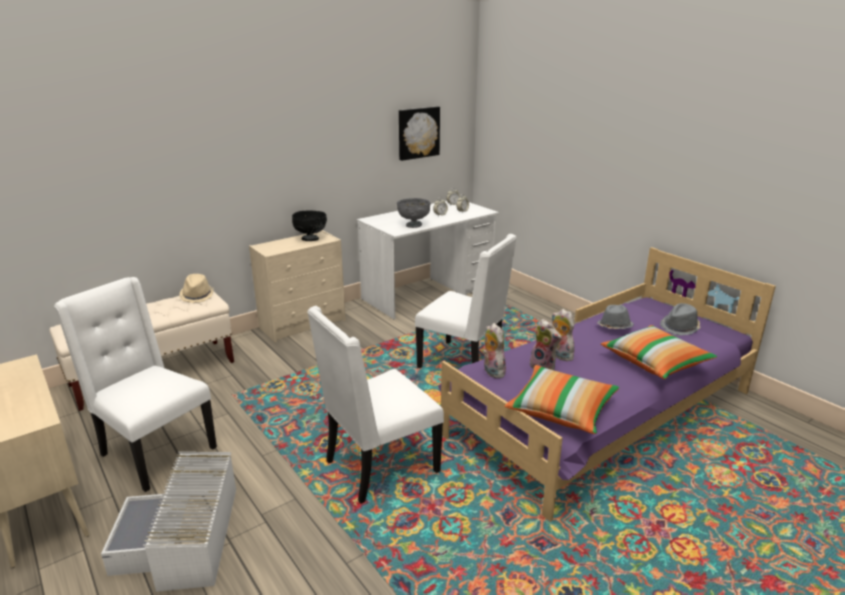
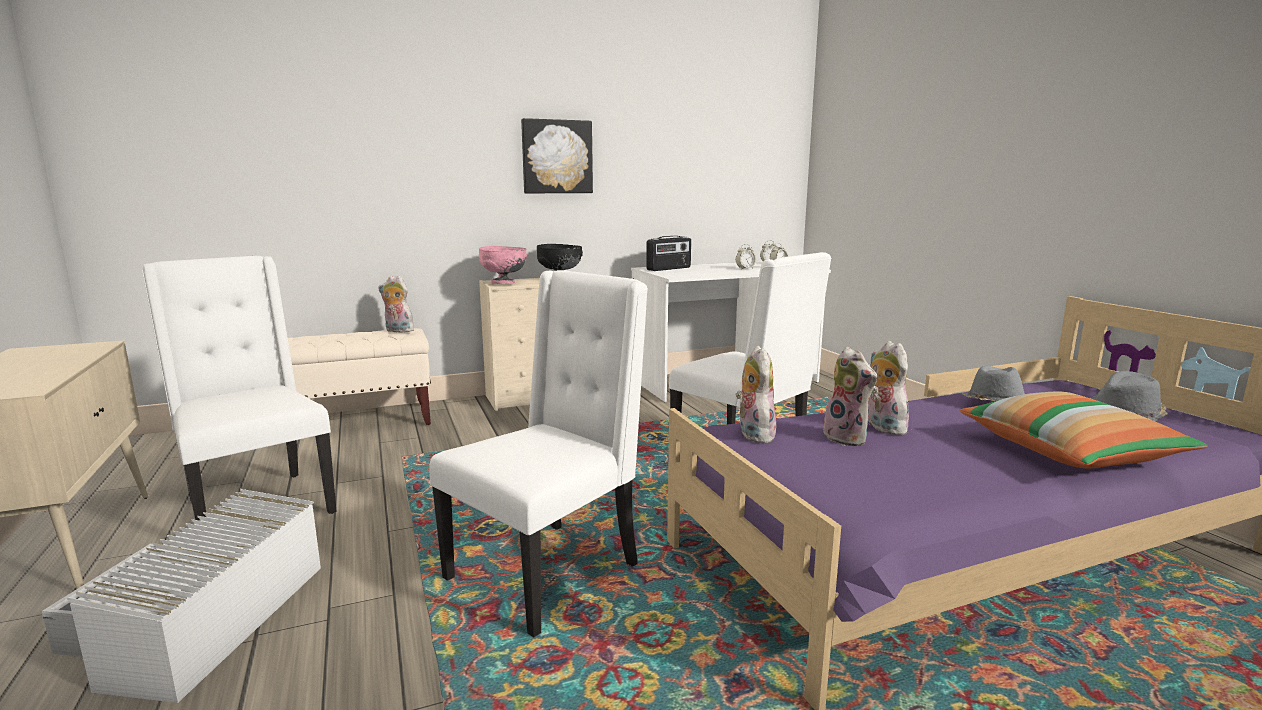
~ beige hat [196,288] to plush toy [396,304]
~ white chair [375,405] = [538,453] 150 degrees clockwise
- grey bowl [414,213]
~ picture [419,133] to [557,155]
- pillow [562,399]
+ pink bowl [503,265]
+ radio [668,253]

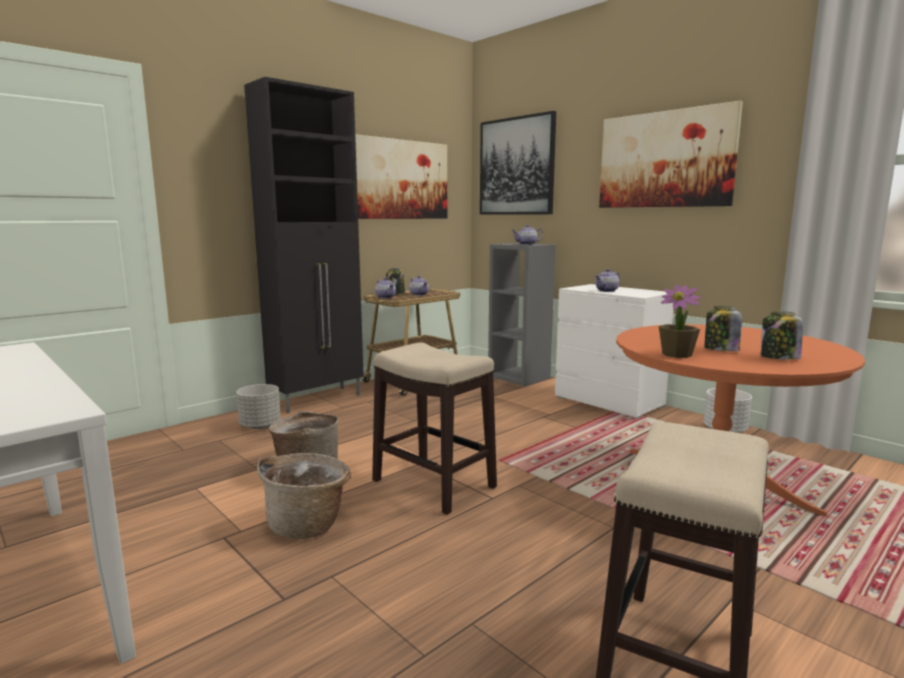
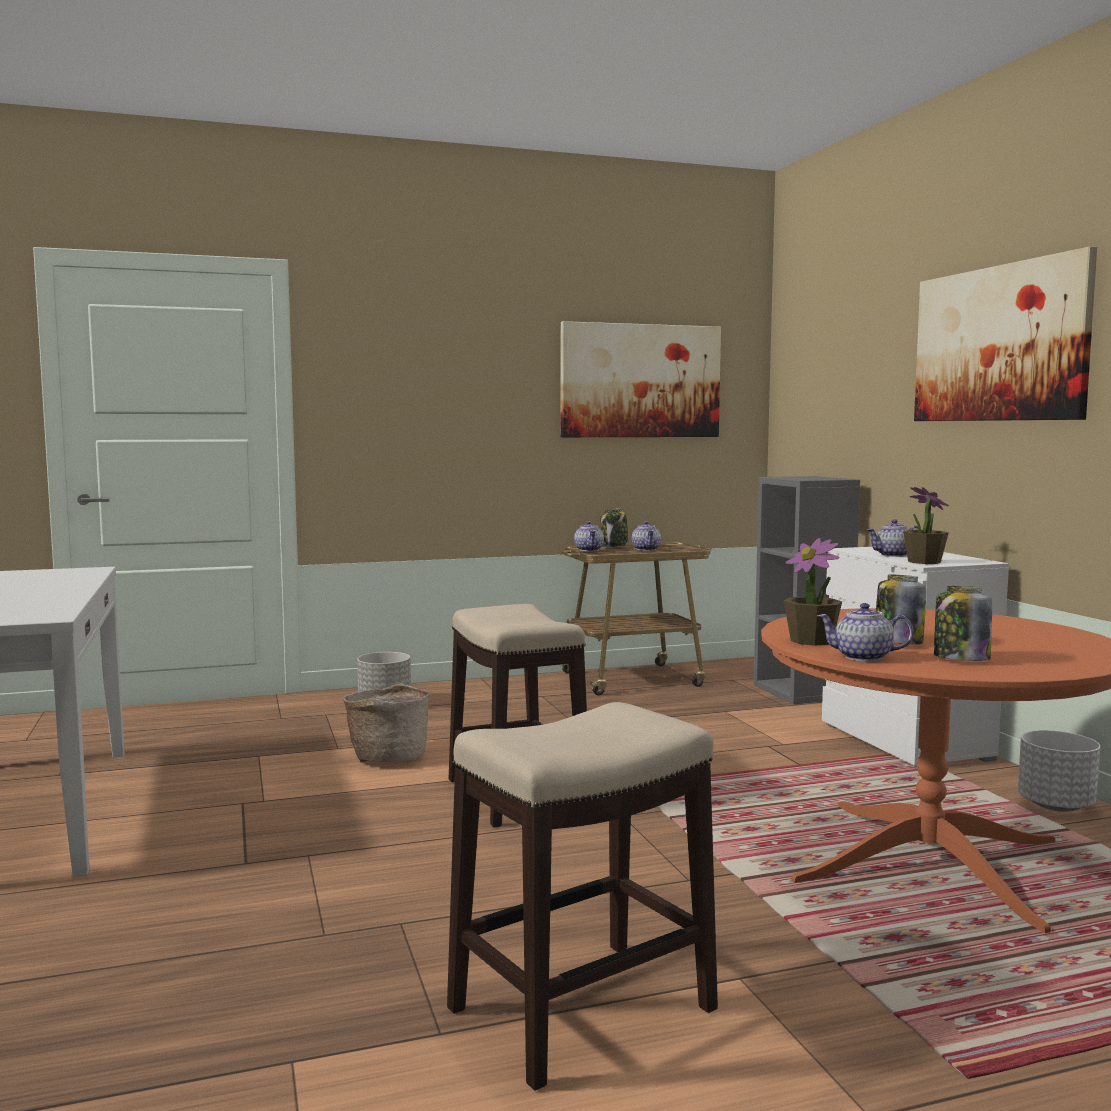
- black cabinet [304,245]
- basket [304,496]
- picture [518,163]
~ teapot [527,235] to [865,632]
+ potted plant [926,525]

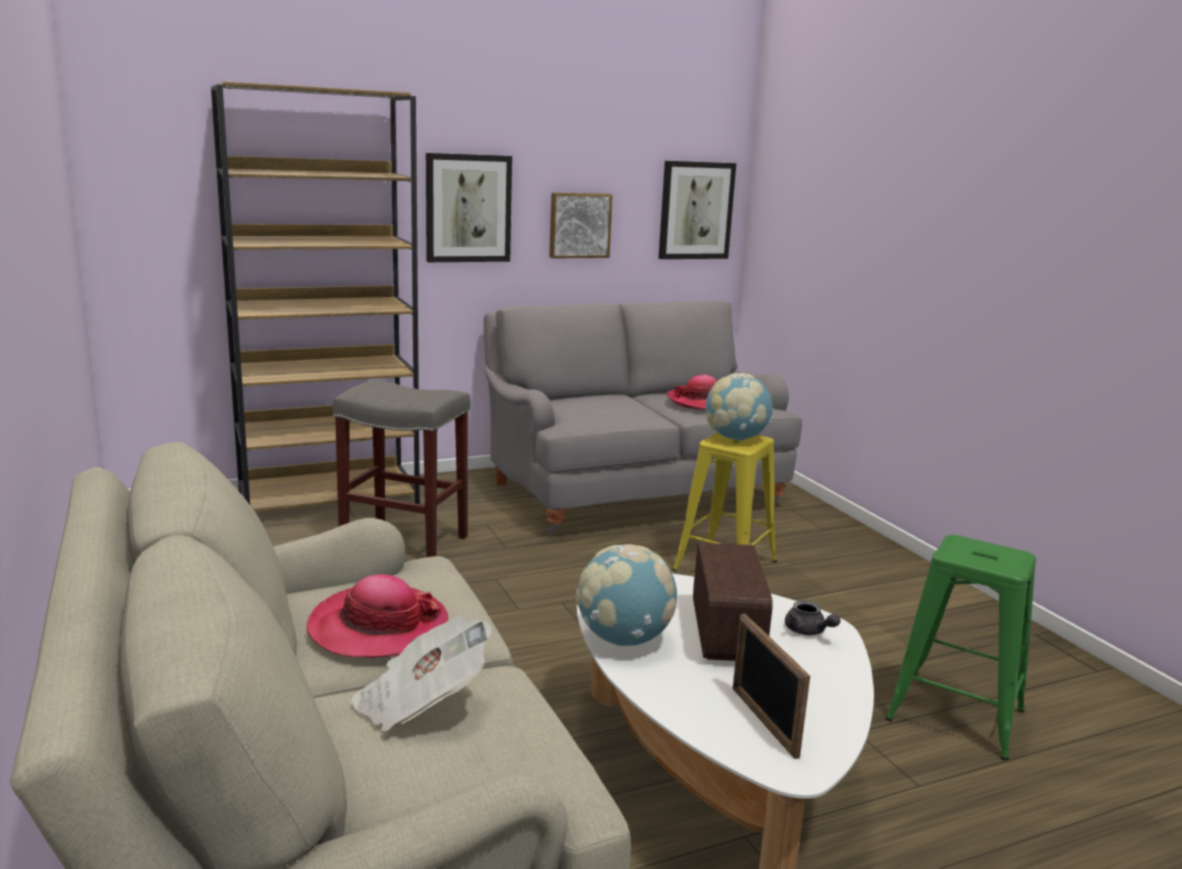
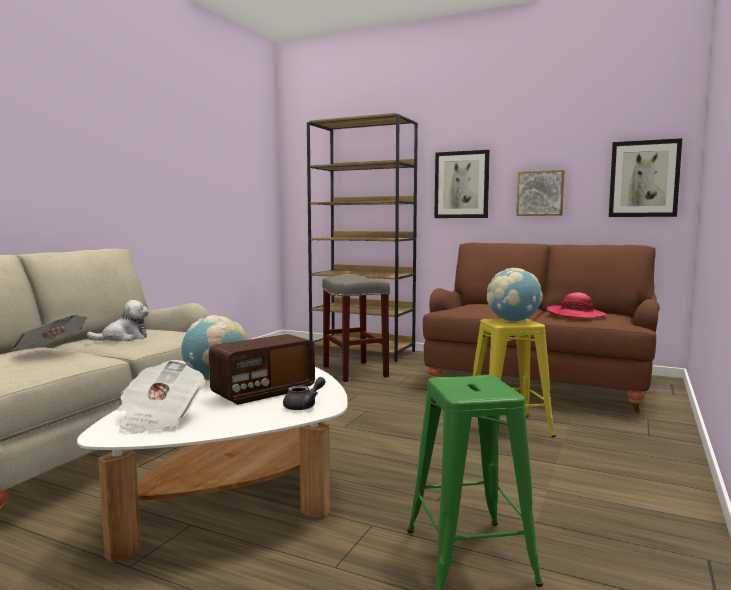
~ hat [377,616] to plush toy [117,320]
~ grey sofa [643,417] to brown sofa [541,327]
~ picture frame [771,686] to newspaper [161,397]
~ grey teapot [813,618] = [304,393] 150 degrees counterclockwise

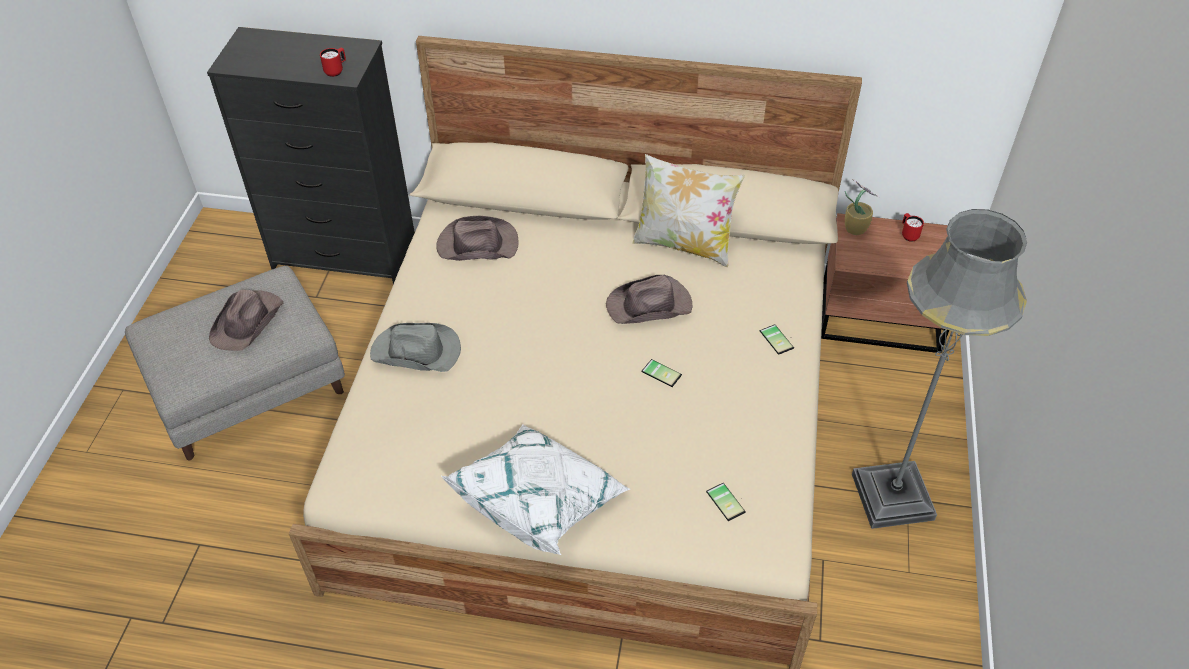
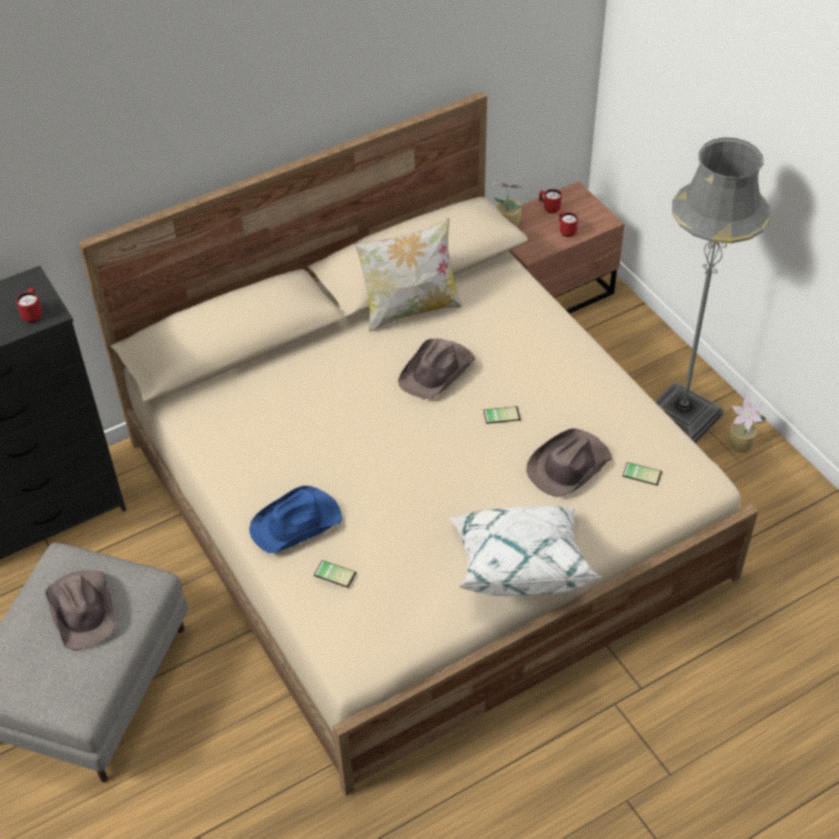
~ grey hat [415,347] to blue hat [295,519]
~ brown hat [477,238] to [569,463]
~ phone [777,340] to [335,574]
+ red mug [568,224]
+ potted plant [747,425]

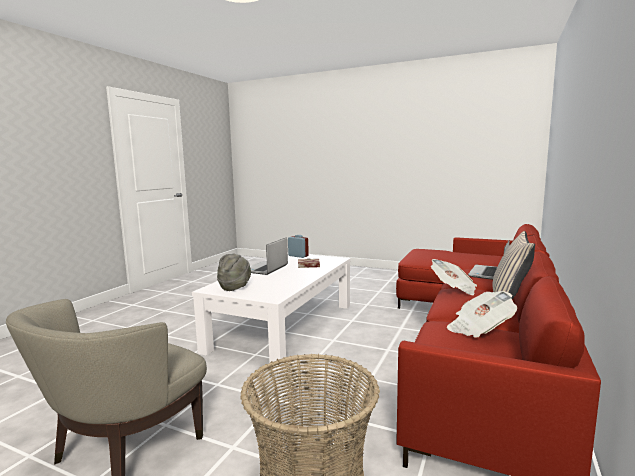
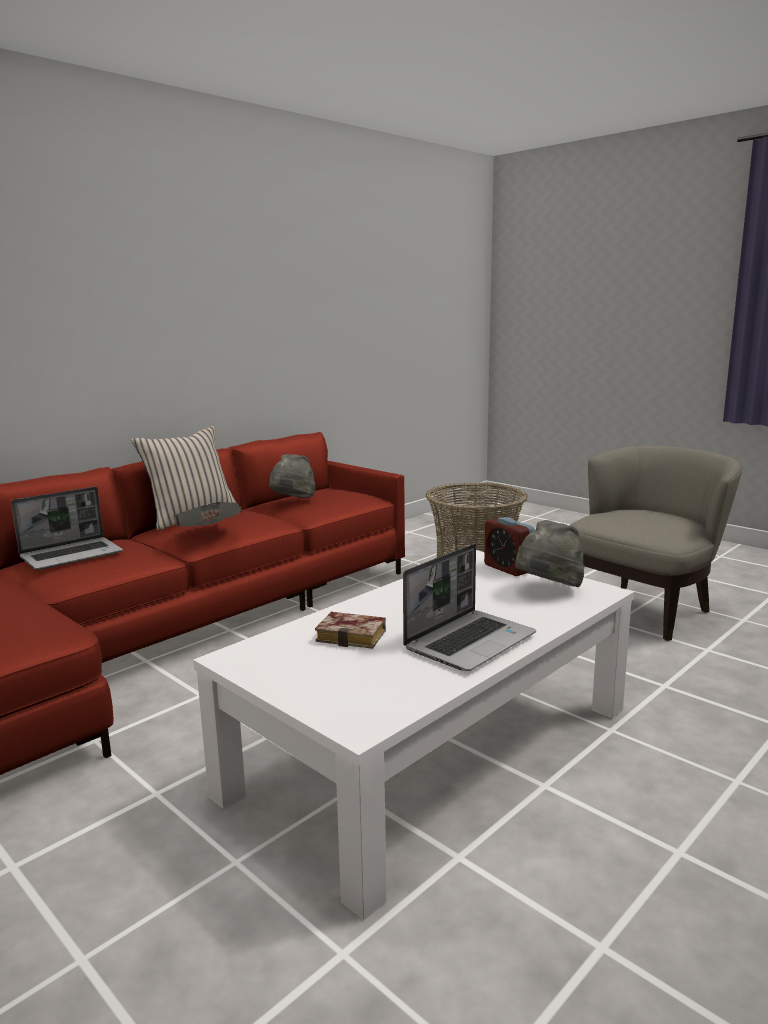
~ alarm clock [298,246] to [509,546]
~ newspaper [482,314] to grey hat [292,476]

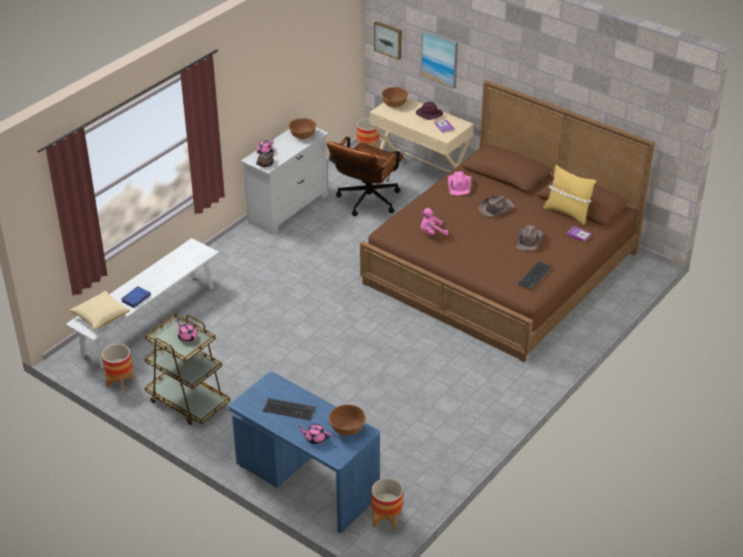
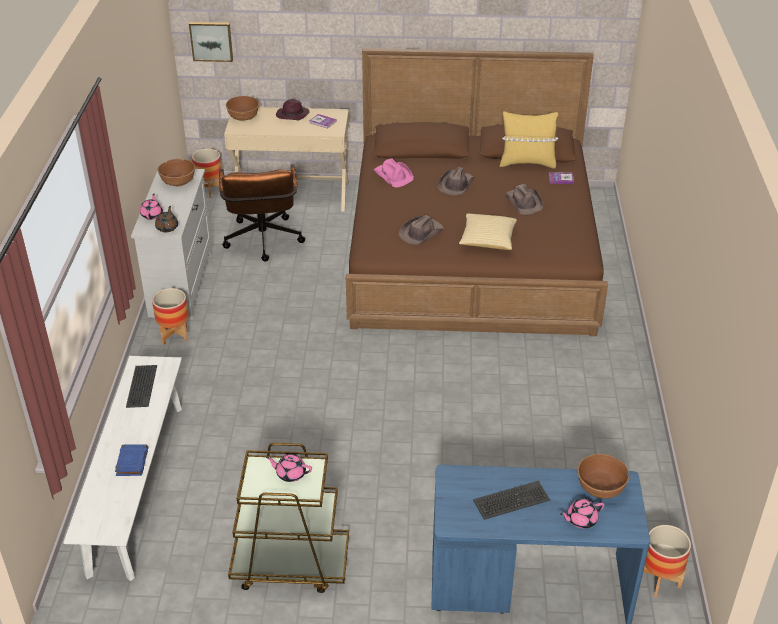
~ pillow [99,311] to [488,232]
~ planter [118,368] to [170,316]
- picture [439,59]
~ pink plush toy [434,222] to brown hat [421,230]
~ keyboard [534,275] to [141,386]

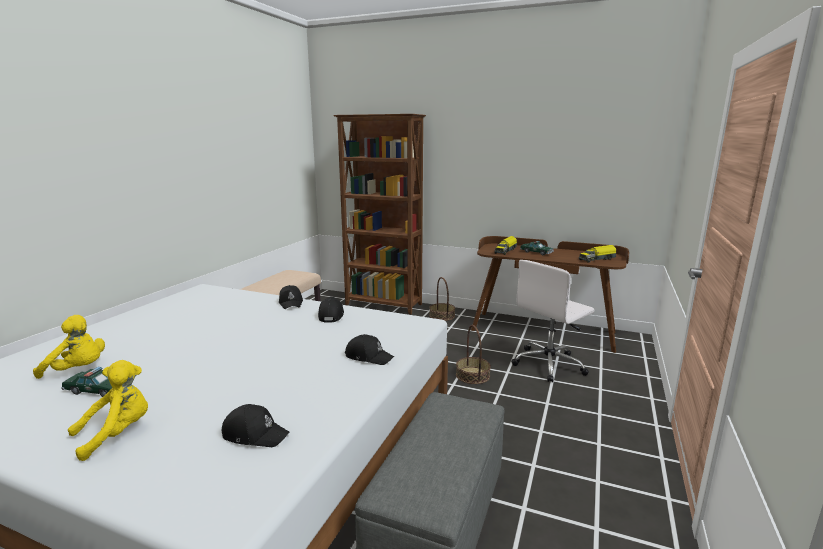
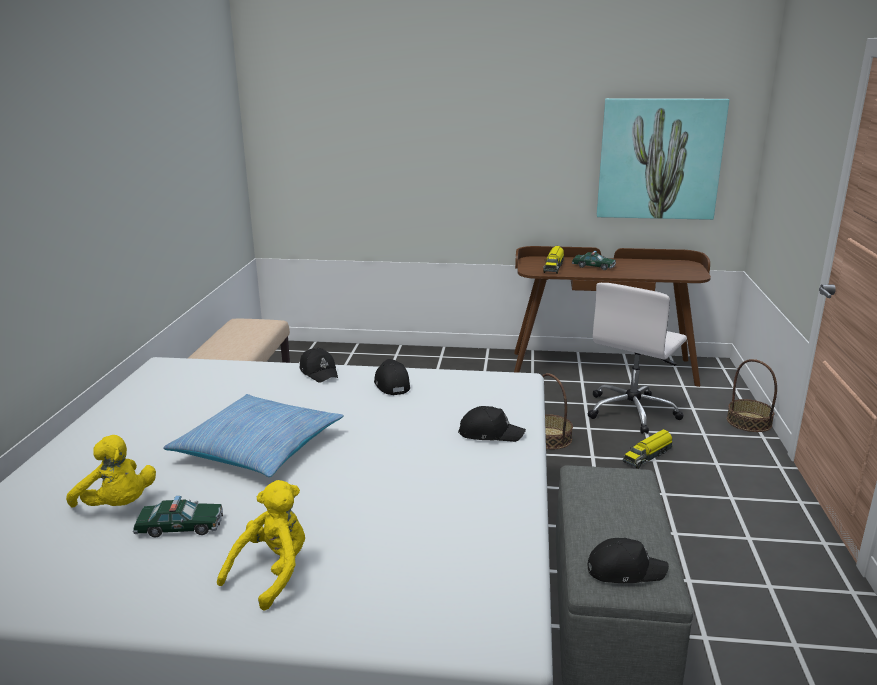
~ yellow plush toy [69,347] = [111,471] 45 degrees clockwise
~ black cap [255,425] to [628,560]
- brown bookcase [379,214]
~ basket [442,299] to [752,395]
~ toy truck [598,254] to [648,449]
+ pillow [253,435]
+ picture [663,159]

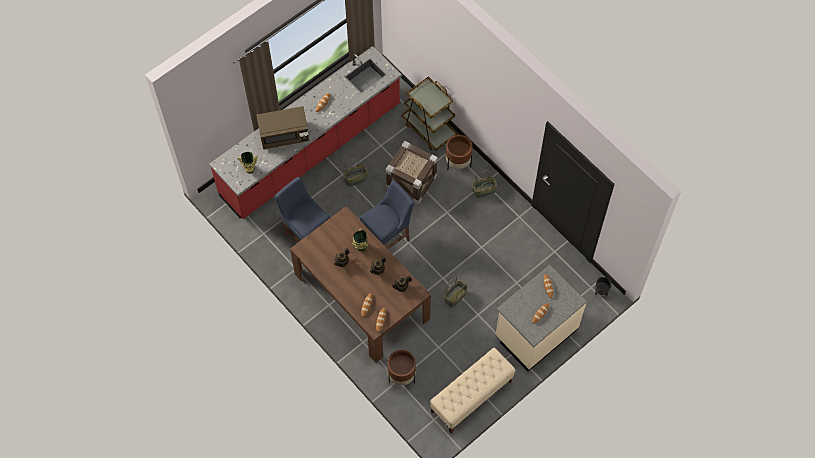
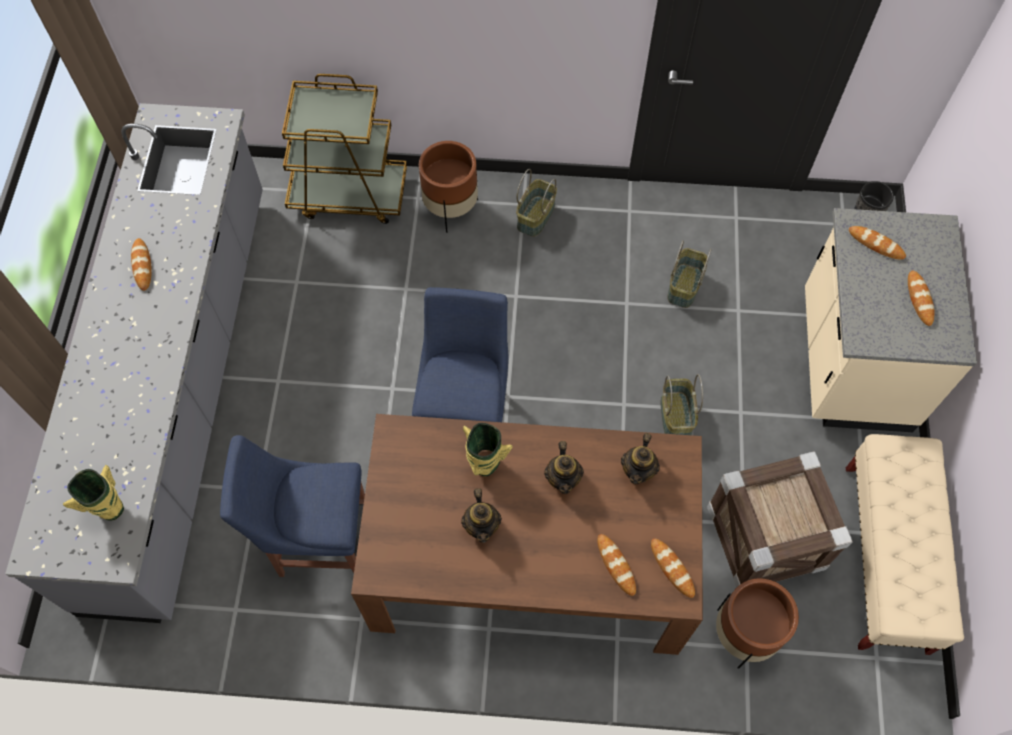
~ red counter [305,132] to grey counter [134,363]
- brown microwave [283,127]
~ basket [355,173] to [689,274]
~ crate [411,172] to [780,519]

